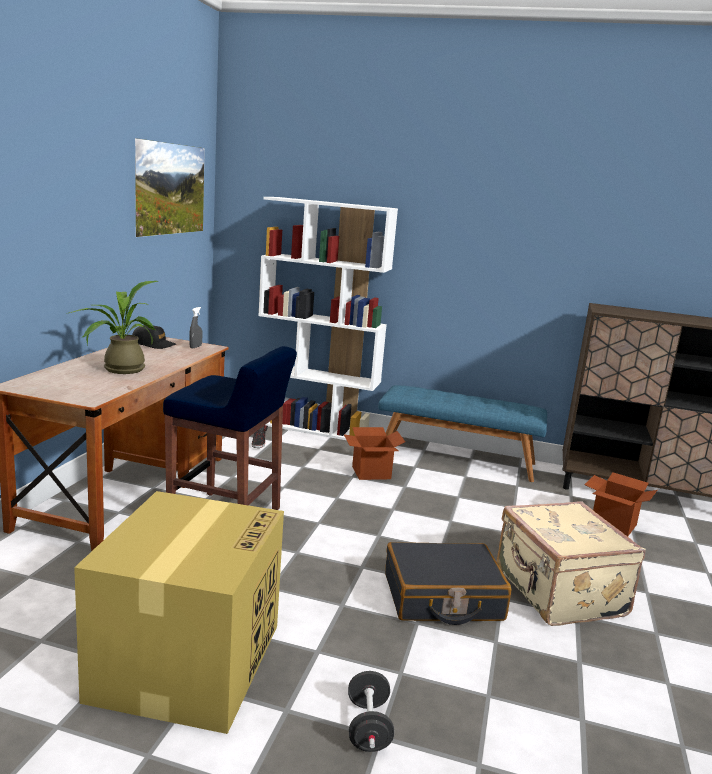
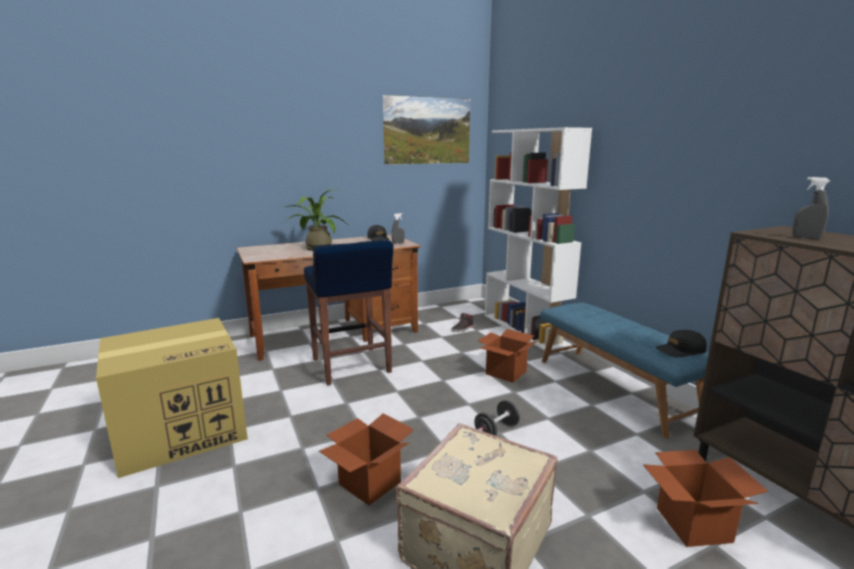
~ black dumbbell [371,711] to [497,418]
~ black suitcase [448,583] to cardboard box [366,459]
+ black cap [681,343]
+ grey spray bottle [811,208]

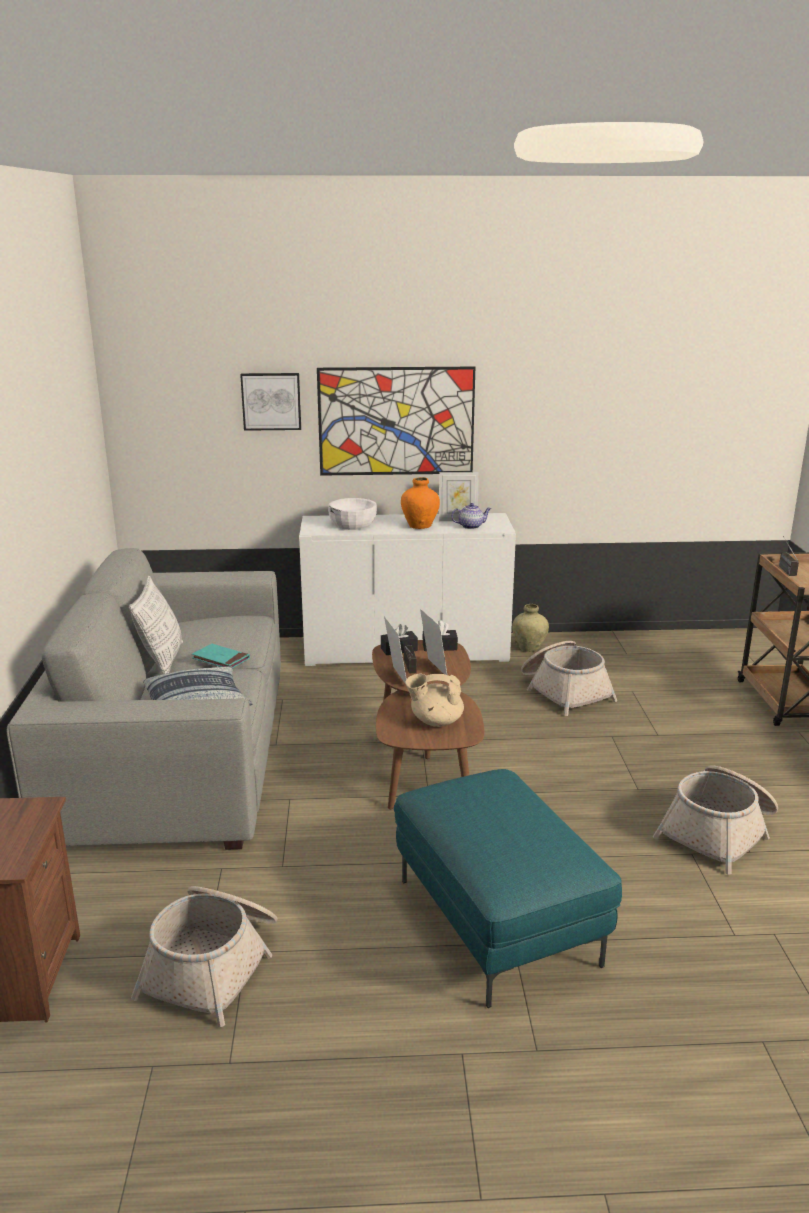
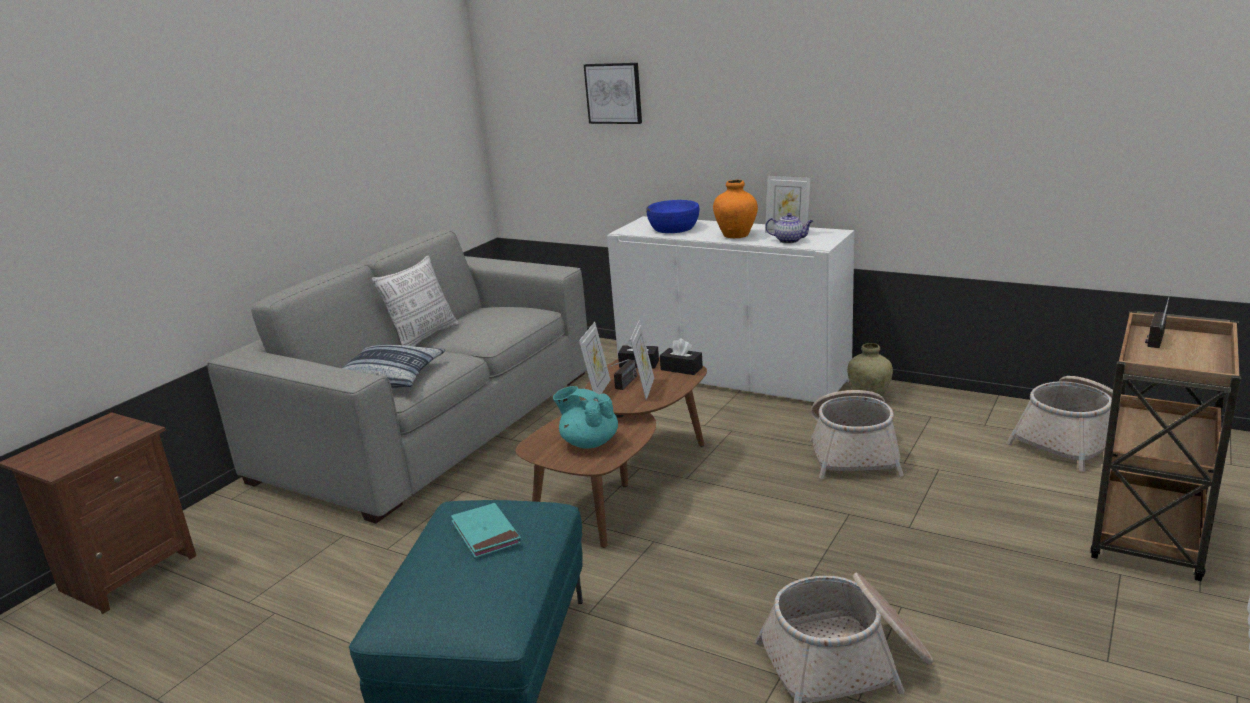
~ basket [204,956] to [1059,423]
~ turquoise book [221,656] to [486,530]
- picture [396,421]
~ white bowl [352,514] to blue bowl [672,216]
~ beige teapot [434,700] to turquoise teapot [585,417]

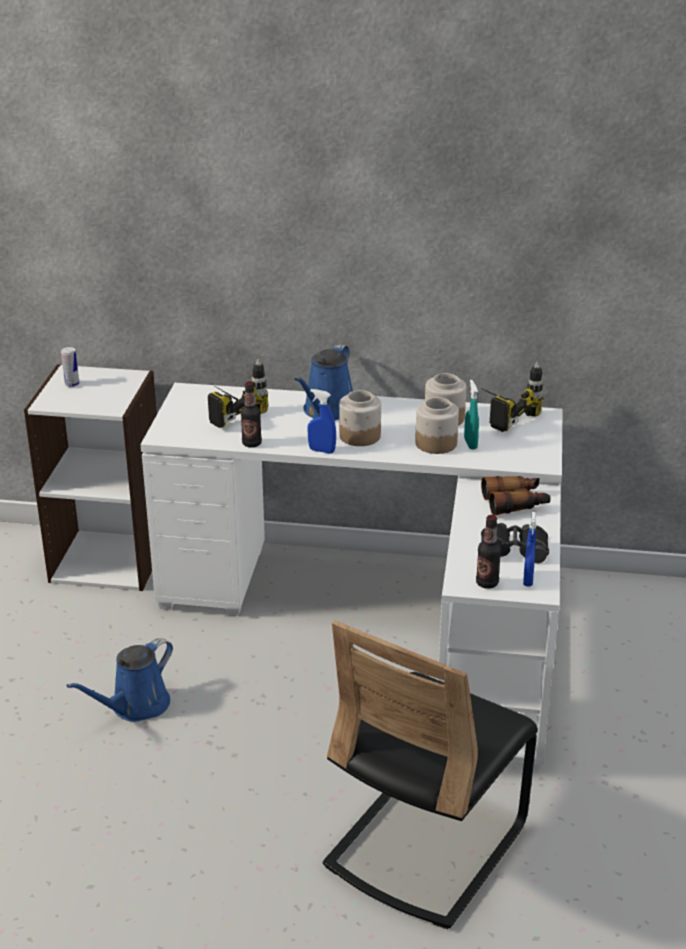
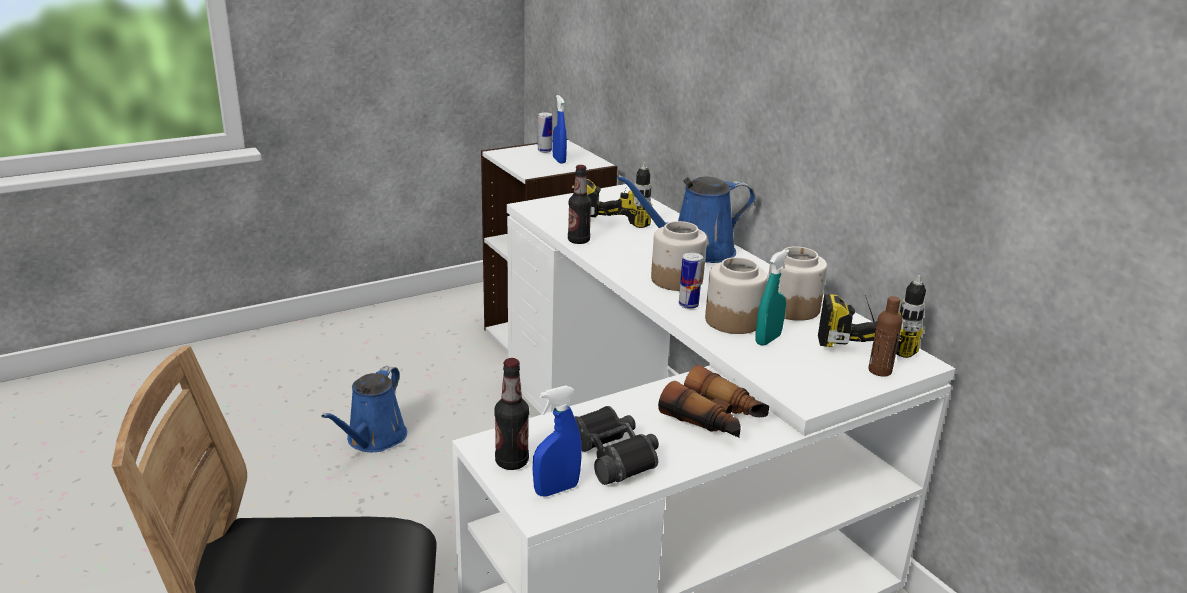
~ blue watering can [119,680] = [364,409] 75 degrees counterclockwise
~ blue spray bottle [321,421] to [559,129]
+ can [691,281]
+ brown bottle [885,336]

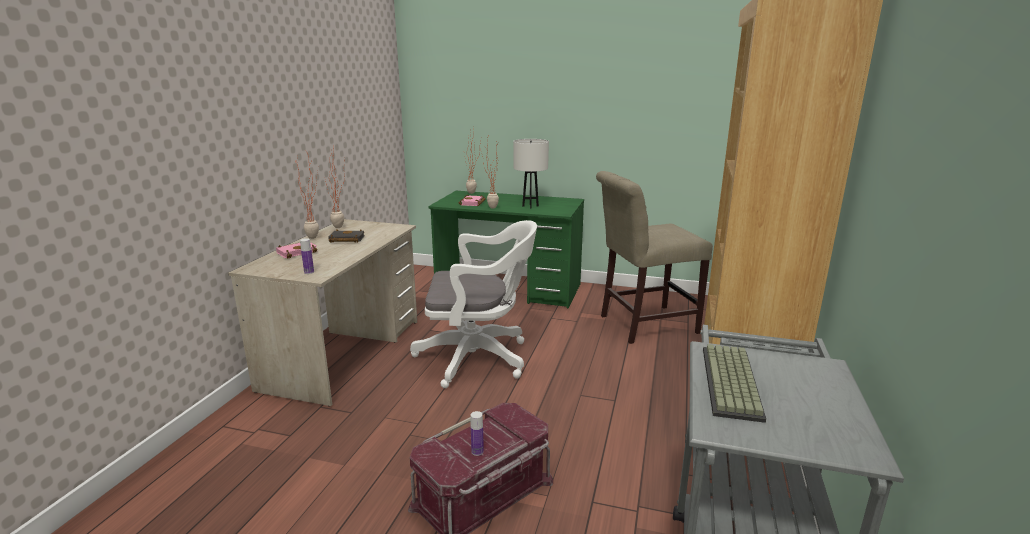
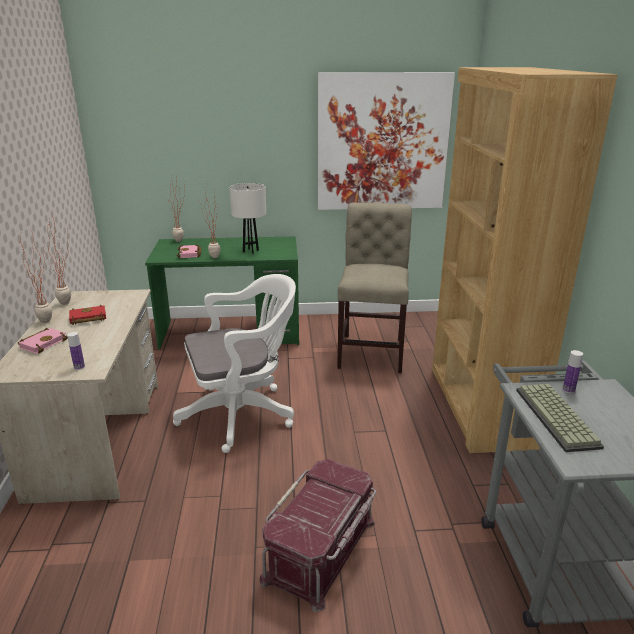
~ black book [346,236] to red book [87,314]
~ bottle [477,433] to [573,371]
~ beige chair [654,257] = [374,287] 135 degrees clockwise
+ picture [386,141]

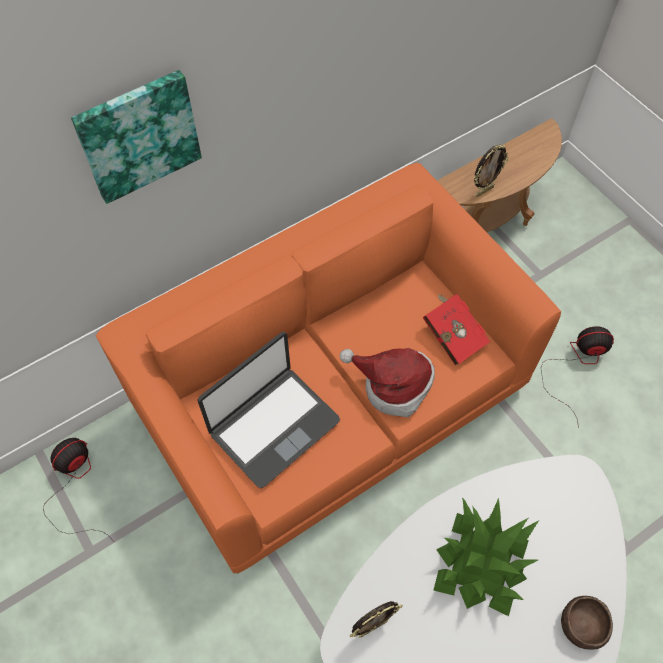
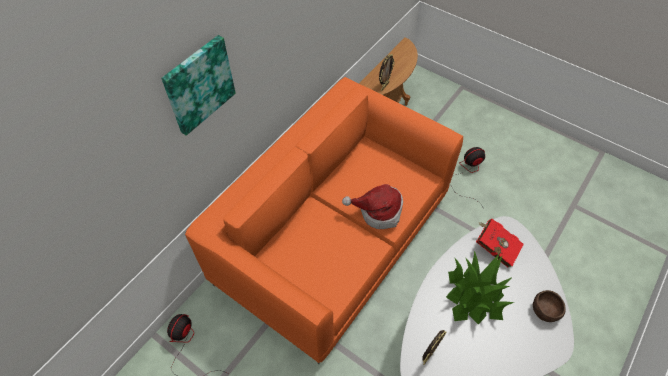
- laptop [268,410]
~ red book [456,330] to [500,243]

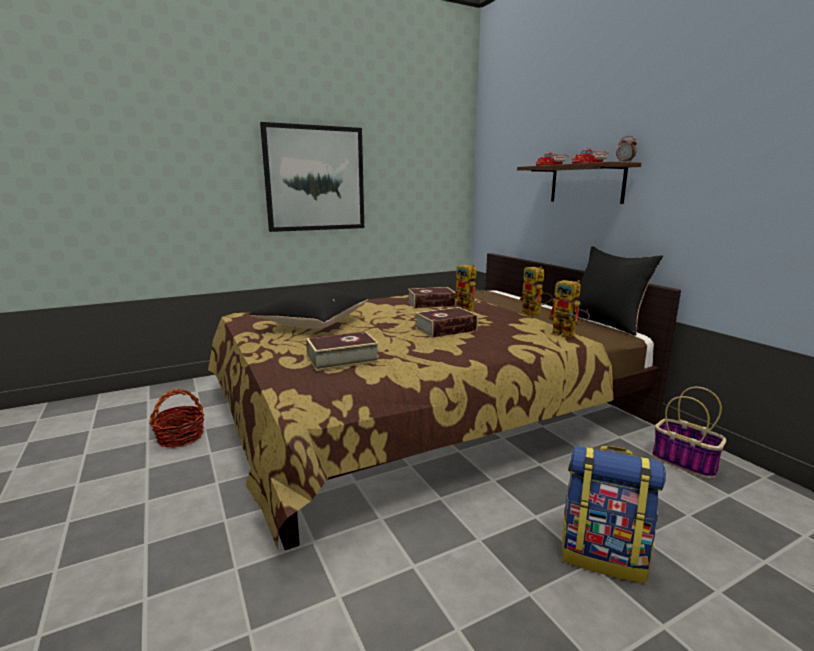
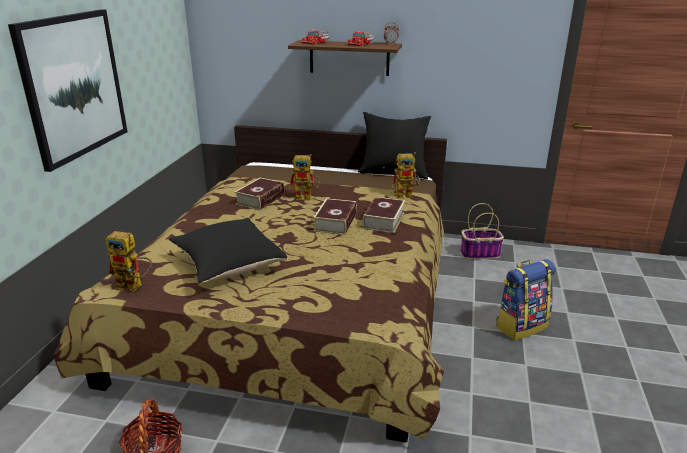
~ book [342,351] to [383,215]
~ toy robot [536,291] to [128,261]

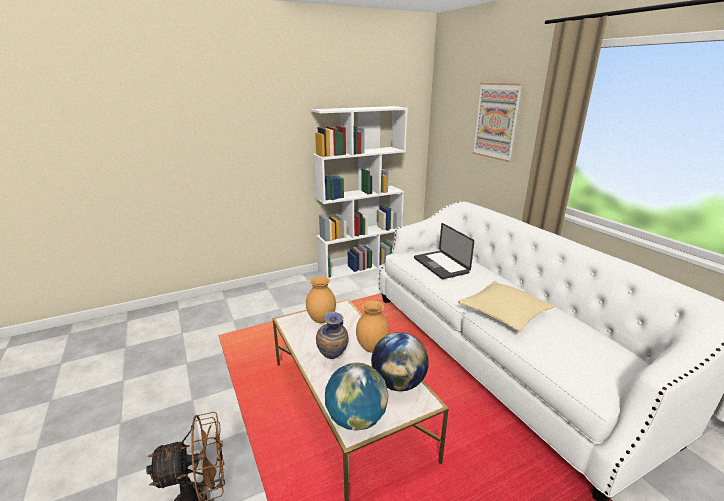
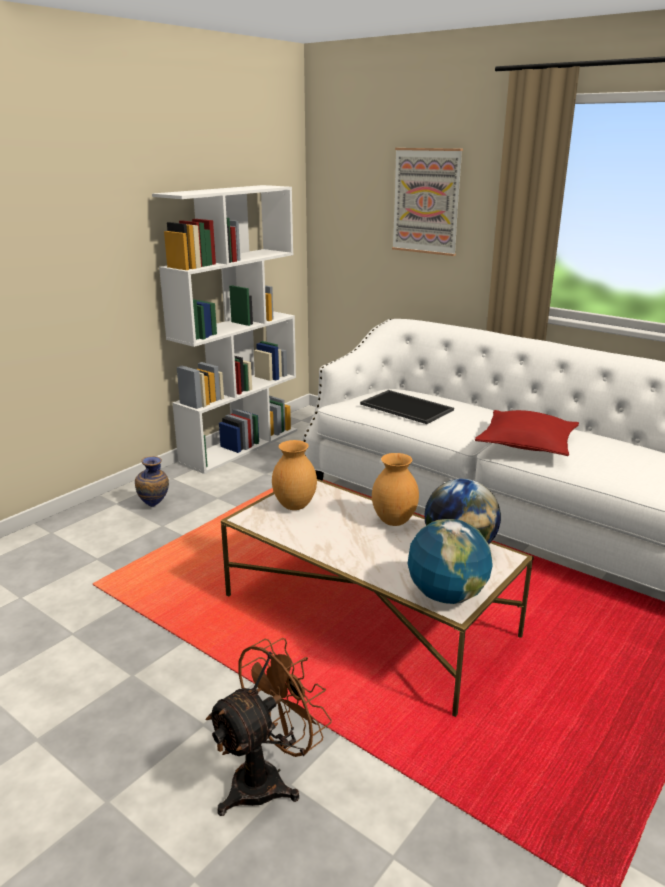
~ vase [332,335] to [152,481]
~ laptop [444,251] to tray [407,407]
~ beige pillow [506,307] to red pillow [527,433]

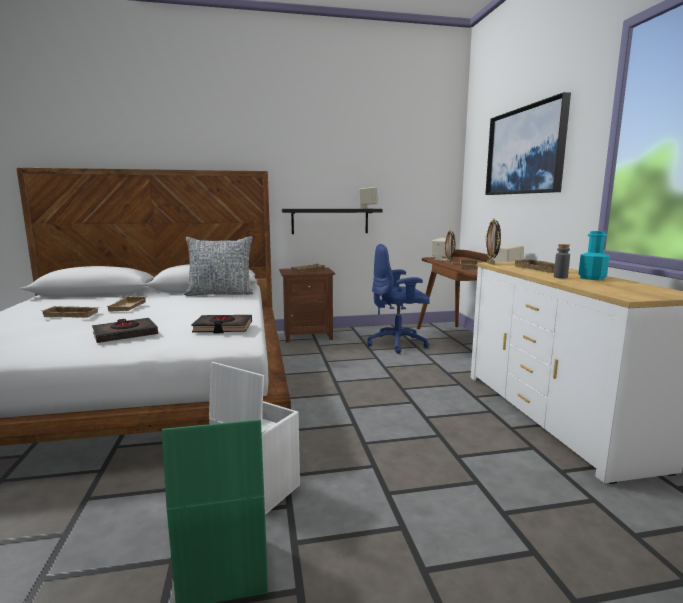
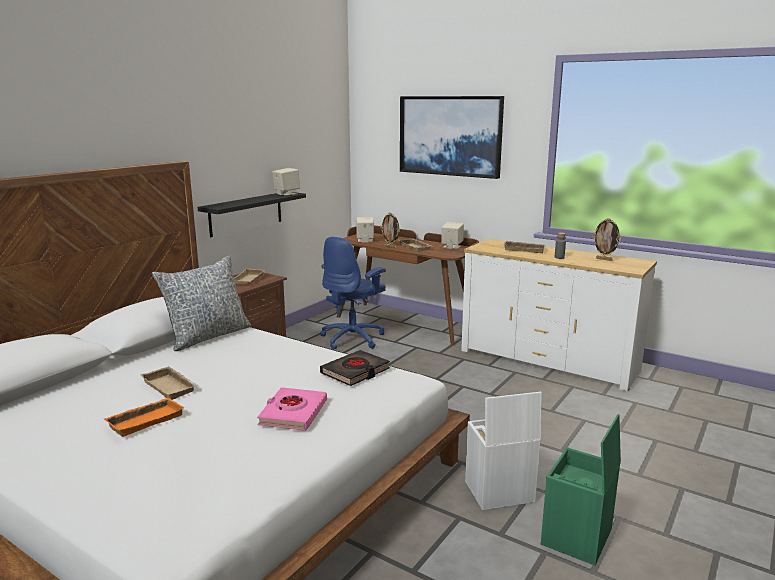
~ beige tray [70,312] to orange tray [144,417]
~ black book [125,330] to pink book [292,409]
~ picture frame [493,242] to [607,239]
- turquoise bottle [594,255]

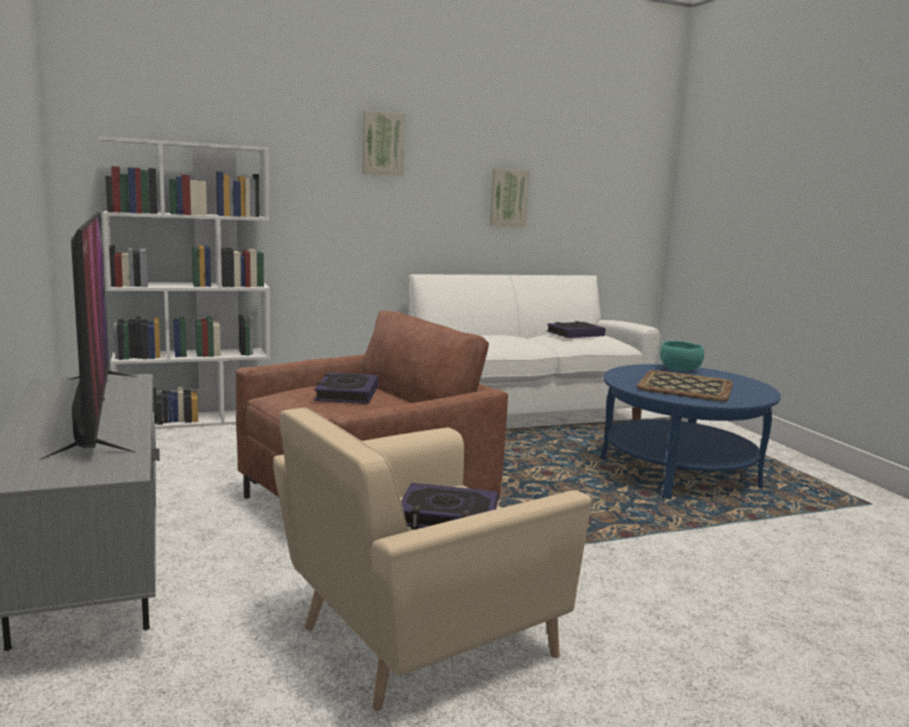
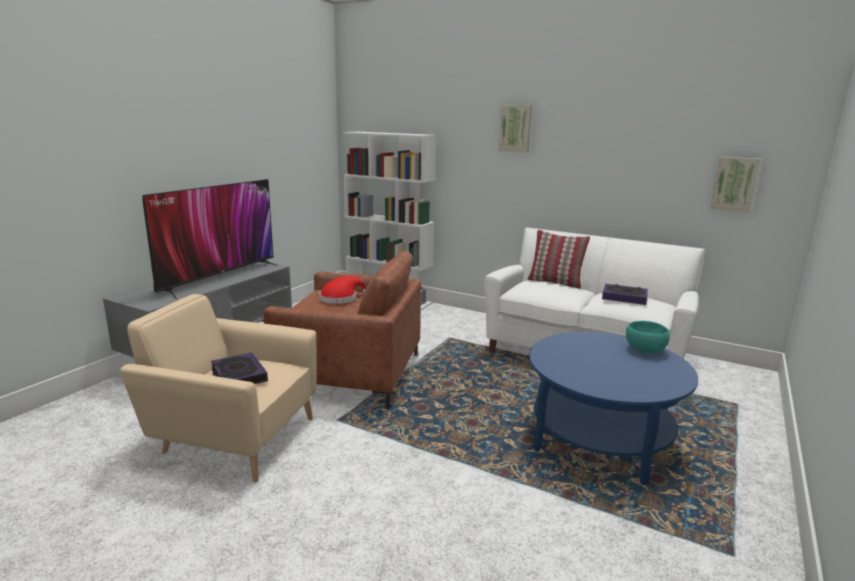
~ book [346,388] to red hat [343,290]
~ picture [509,198] to [736,185]
- tray [684,386]
+ pillow [559,259]

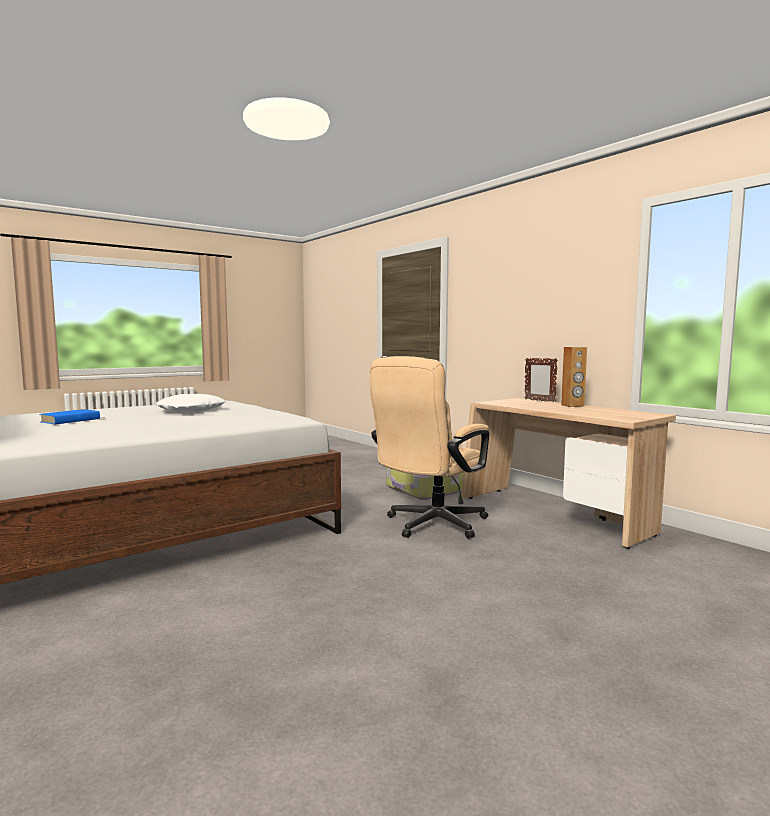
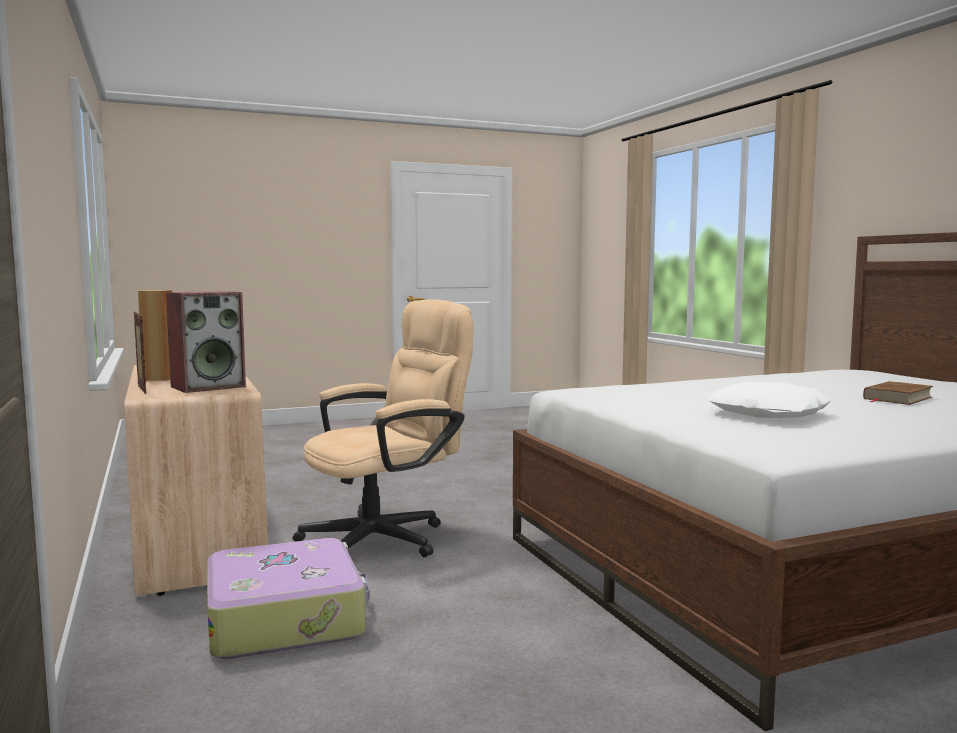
~ blue book [70,416] to brown book [898,393]
+ speaker [206,342]

